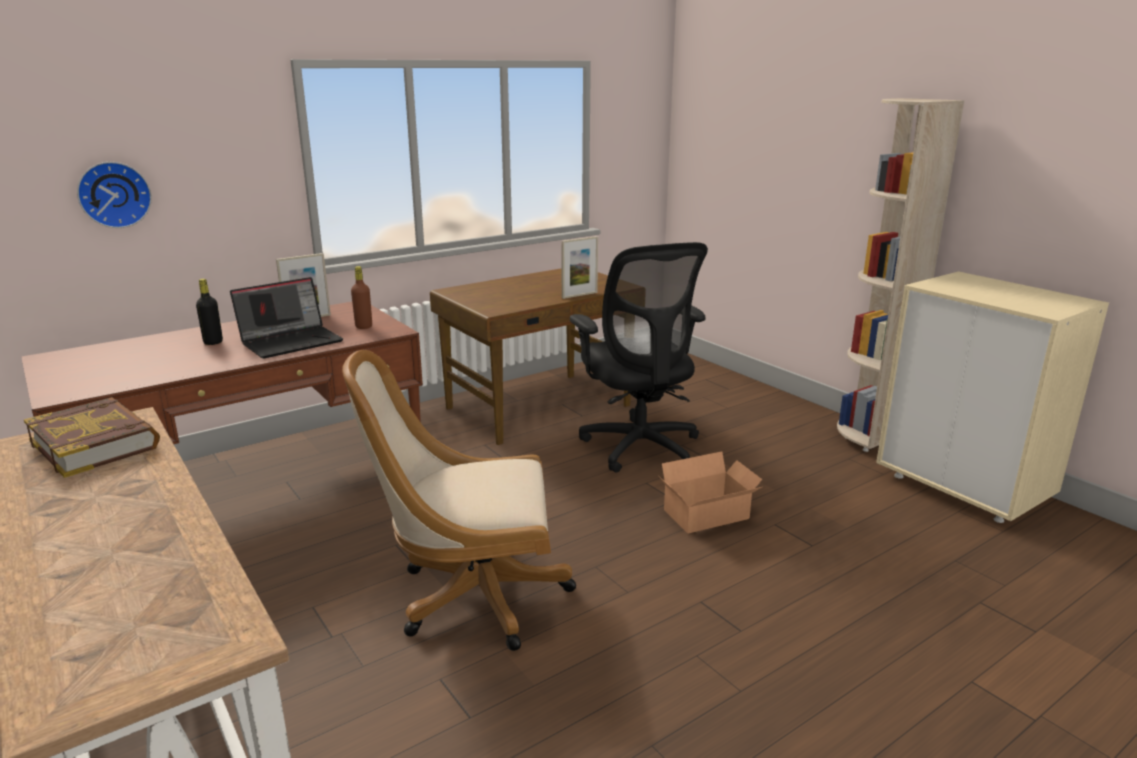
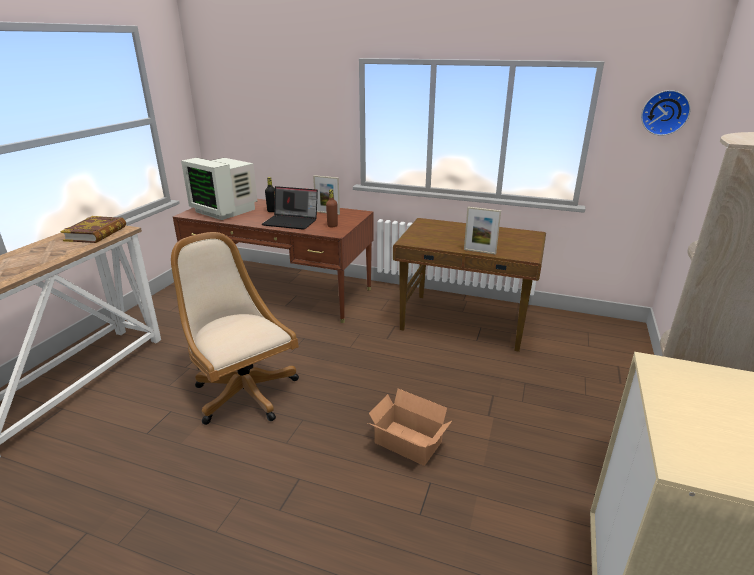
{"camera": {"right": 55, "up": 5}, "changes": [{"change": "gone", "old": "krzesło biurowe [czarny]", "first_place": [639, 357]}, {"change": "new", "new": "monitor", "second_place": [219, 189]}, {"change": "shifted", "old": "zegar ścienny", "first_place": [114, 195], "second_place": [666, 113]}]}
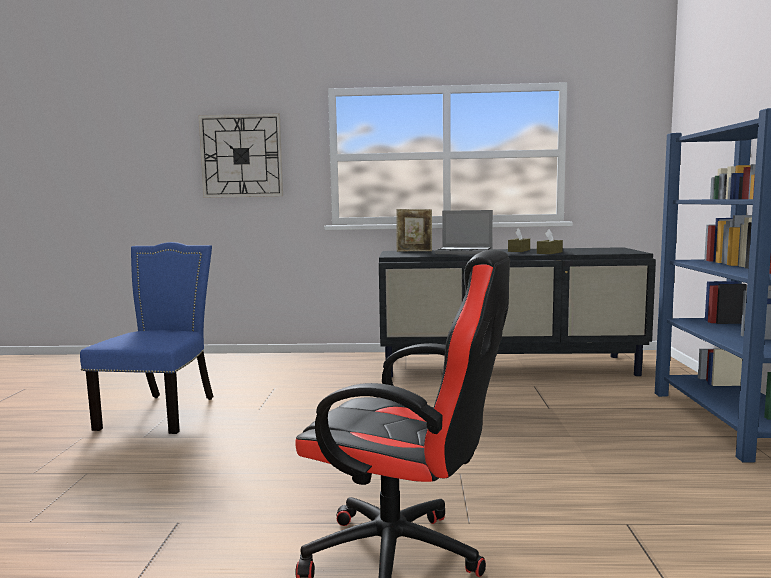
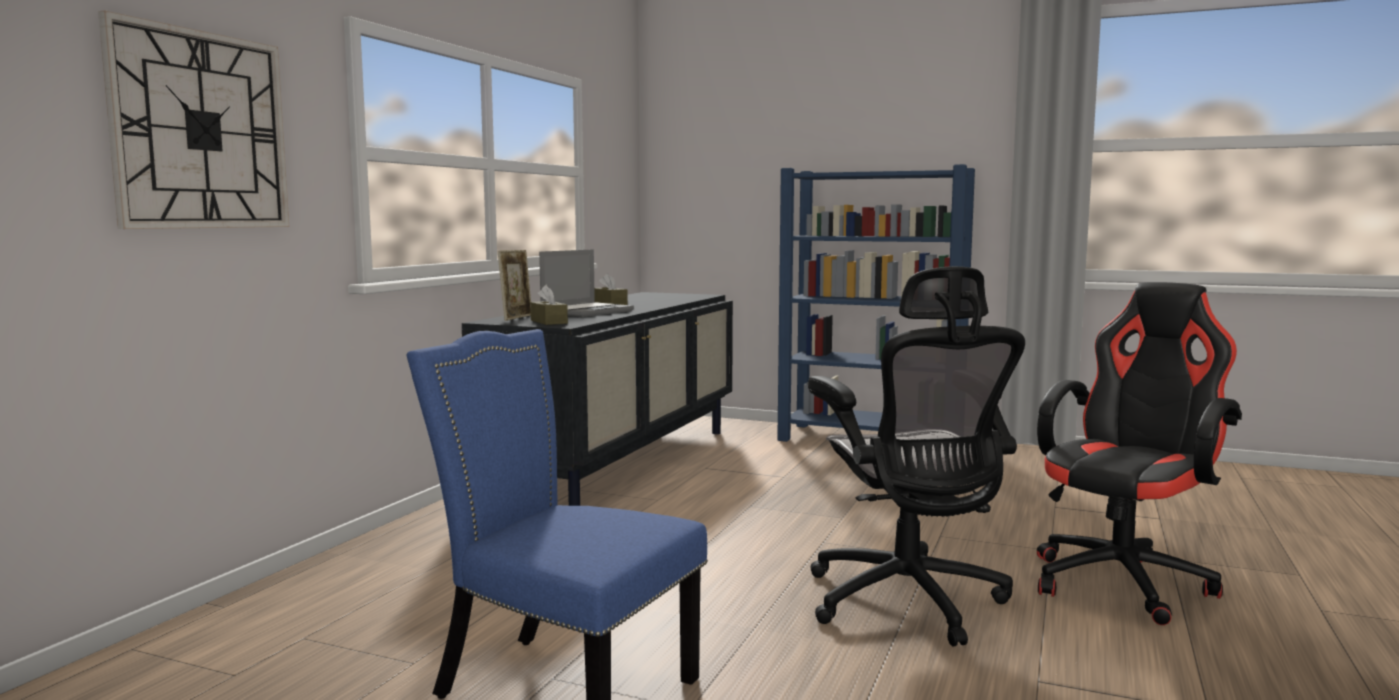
{"camera": {"right": -70, "up": 0}, "changes": [{"change": "new", "new": "krzesło biurowe", "second_place": [916, 456]}, {"change": "shifted", "old": "pudełko chusteczek [brązowy]", "first_place": [550, 241], "second_place": [549, 305]}]}
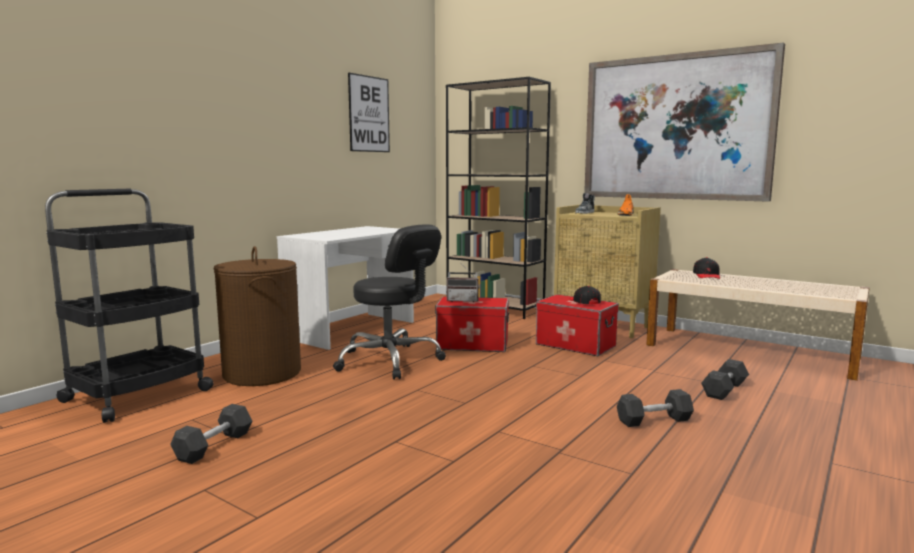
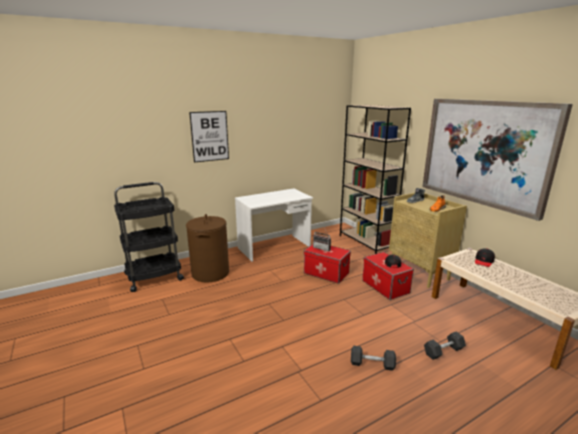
{"camera": {"right": 25, "up": 10}, "changes": [{"change": "gone", "old": "hantel [szary]", "first_place": [211, 434]}, {"change": "gone", "old": "krzesło biurowe [czarny]", "first_place": [389, 301]}, {"change": "shifted", "old": "obraz", "first_place": [369, 112], "second_place": [209, 137]}]}
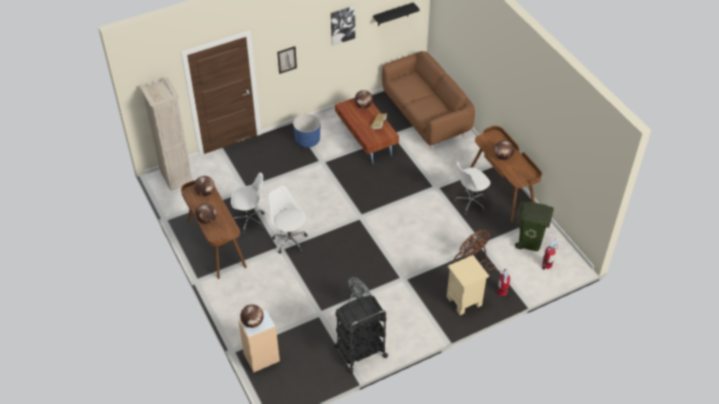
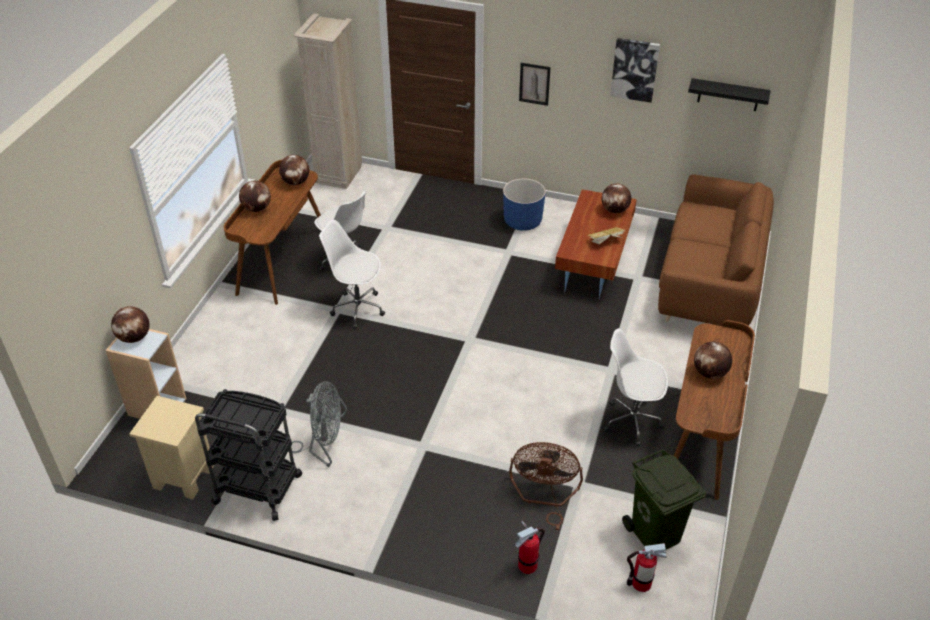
{"camera": {"right": 45, "up": -5}, "changes": [{"change": "shifted", "old": "szafka nocna [beżowy]", "first_place": [468, 285], "second_place": [171, 447]}, {"change": "rotated", "old": "krzesło biurowe [biały]", "first_place": [288, 220], "second_place": [352, 274], "degrees": -75}]}
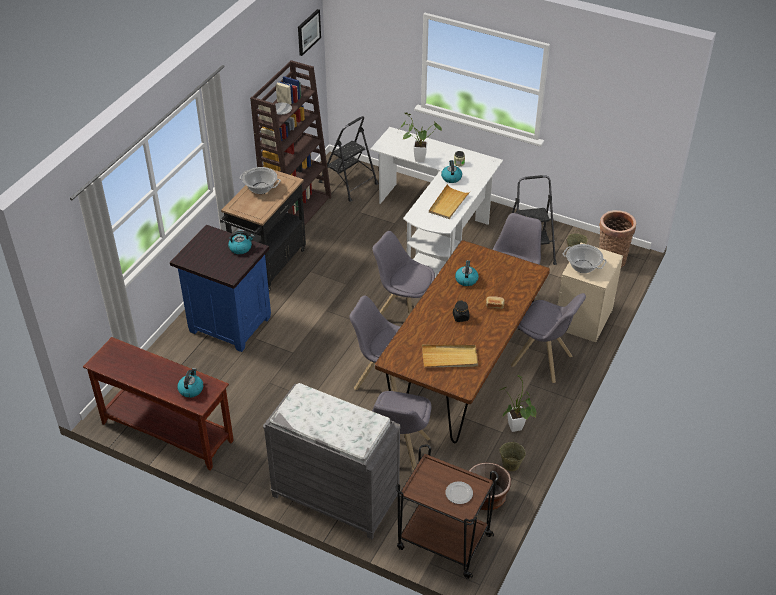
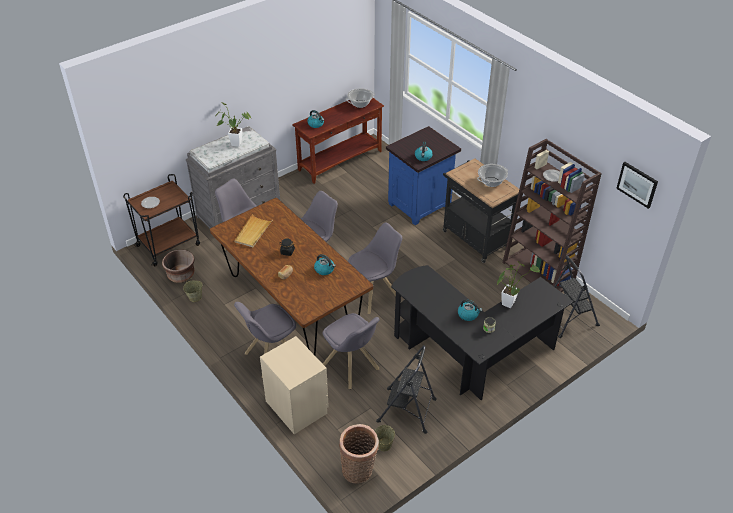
{"camera": {"right": 115, "up": 0}, "changes": [{"change": "gone", "old": "taca [beżowy]", "first_place": [449, 201]}, {"change": "shifted", "old": "roślina doniczkowa", "first_place": [518, 403], "second_place": [233, 124]}, {"change": "shifted", "old": "garnek", "first_place": [585, 258], "second_place": [360, 98]}, {"change": "repainted", "old": "biurko [biały]", "new": "biurko [czarny]", "first_place": [436, 202], "second_place": [482, 332]}]}
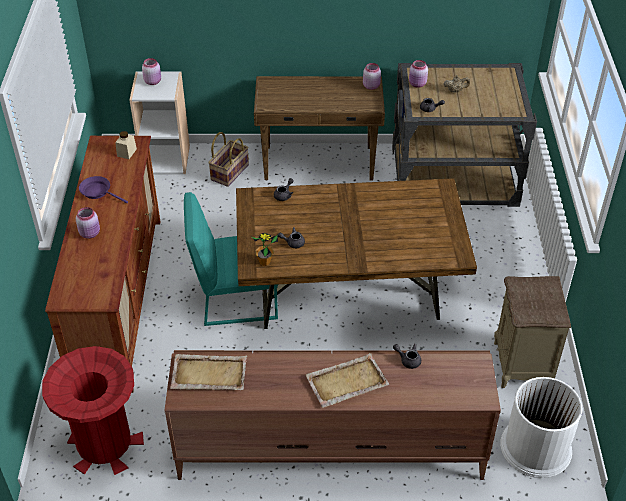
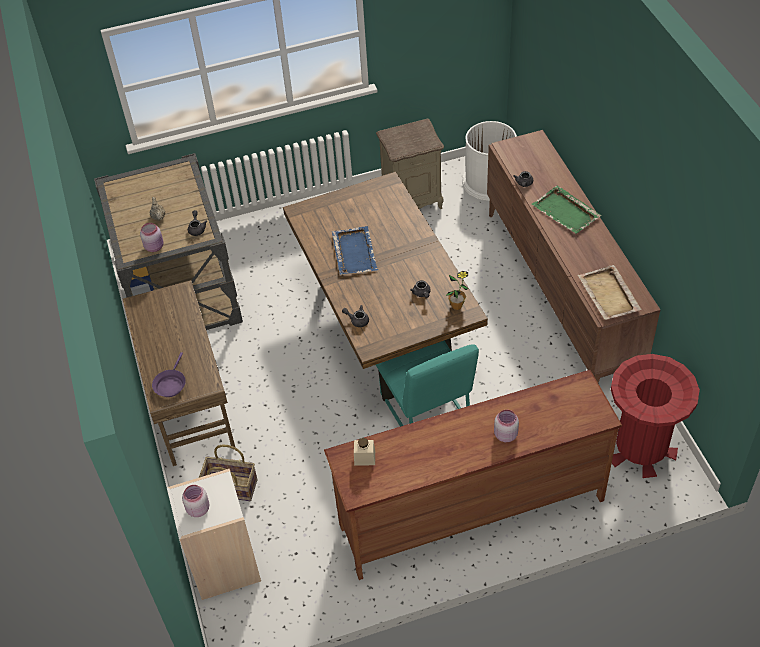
{"camera": {"right": -105, "up": 5}, "changes": [{"change": "gone", "old": "słoik [różowy]", "first_place": [372, 76]}, {"change": "new", "new": "taca [niebieski]", "second_place": [355, 250]}, {"change": "shifted", "old": "patelnia [fioletowy]", "first_place": [103, 189], "second_place": [169, 374]}, {"change": "repainted", "old": "taca [beżowy]", "new": "taca [zielony]", "first_place": [347, 380], "second_place": [566, 210]}]}
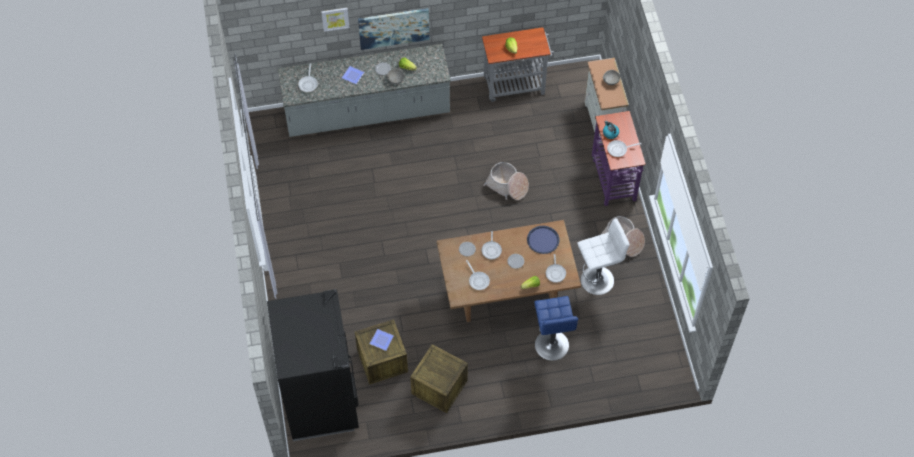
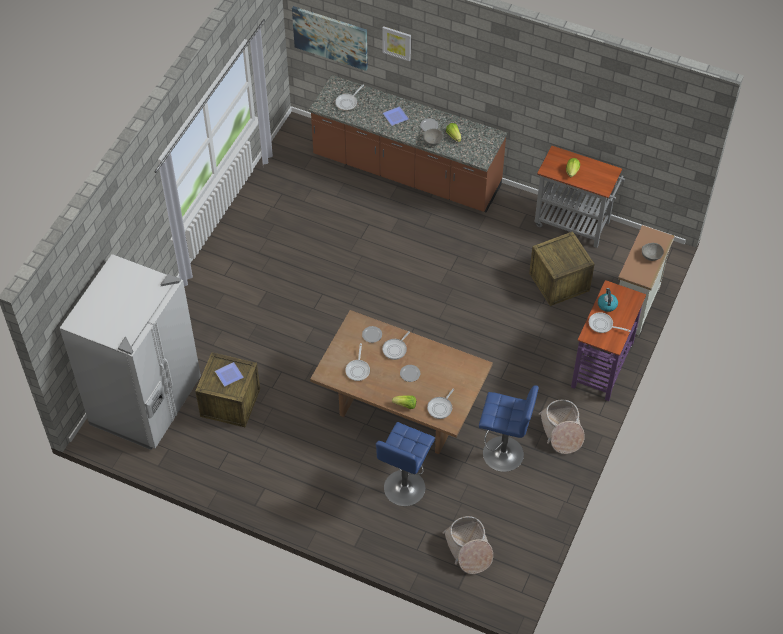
{"camera": {"right": 35, "up": -5}, "changes": [{"change": "gone", "old": "taca [niebieski]", "first_place": [543, 240]}, {"change": "shifted", "old": "obraz", "first_place": [393, 29], "second_place": [330, 38]}, {"change": "shifted", "old": "skrzynka", "first_place": [439, 378], "second_place": [561, 268]}, {"change": "shifted", "old": "koszyk", "first_place": [506, 181], "second_place": [467, 545]}, {"change": "repainted", "old": "lodówka [czarny]", "new": "lodówka [biały]", "first_place": [313, 365], "second_place": [130, 352]}, {"change": "repainted", "old": "zabudowa kuchenna [szary]", "new": "zabudowa kuchenna [brązowy]", "first_place": [364, 90], "second_place": [408, 143]}, {"change": "repainted", "old": "stołek [biały]", "new": "stołek [niebieski]", "first_place": [603, 256], "second_place": [509, 428]}]}
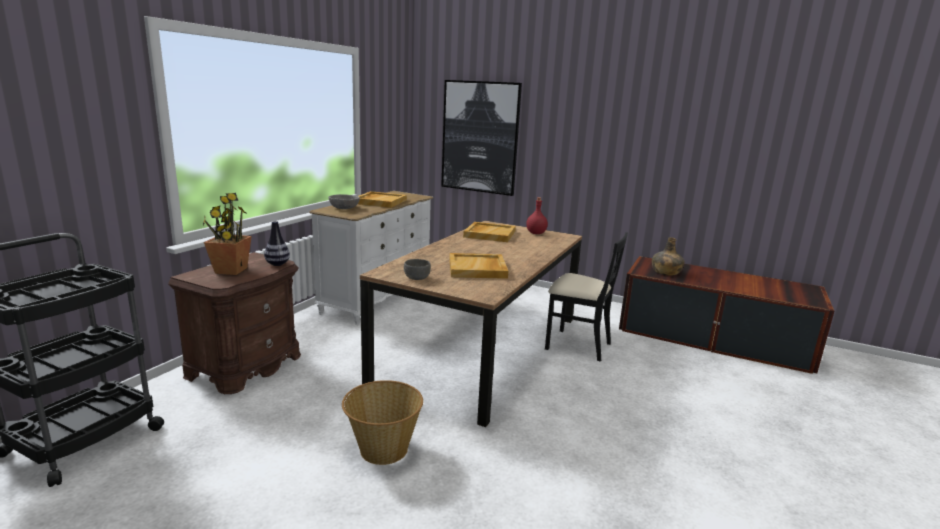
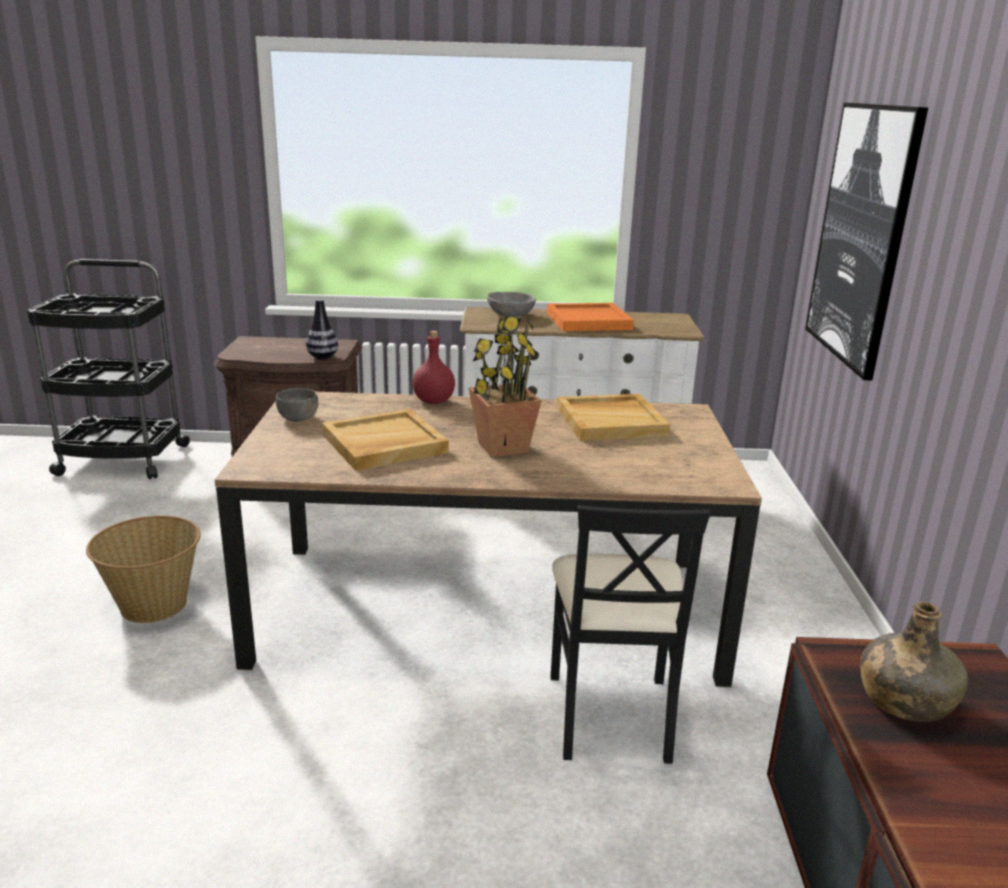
{"camera": {"right": 65, "up": 5}, "changes": [{"change": "shifted", "old": "roślina doniczkowa", "first_place": [227, 234], "second_place": [505, 386]}, {"change": "shifted", "old": "butelka [czerwony]", "first_place": [537, 215], "second_place": [434, 367]}, {"change": "repainted", "old": "taca [beżowy]", "new": "taca [pomarańczowy]", "first_place": [382, 199], "second_place": [590, 317]}]}
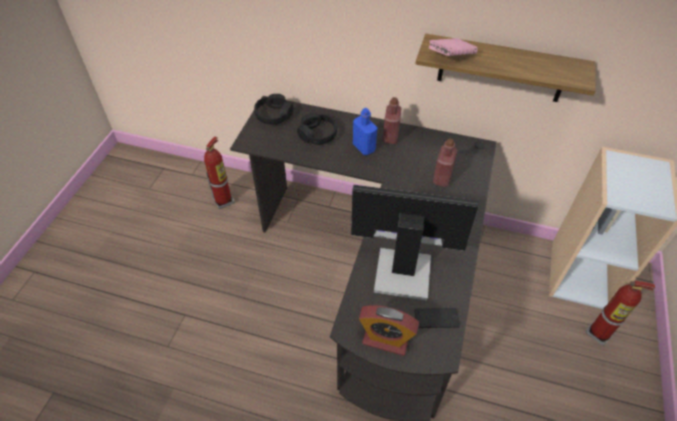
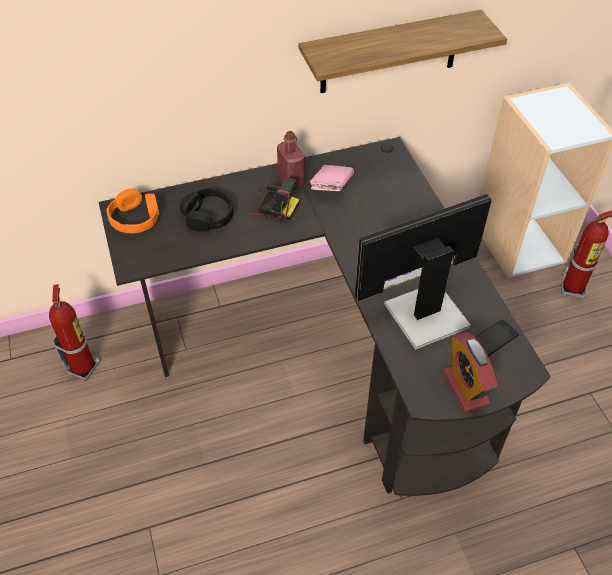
{"camera": {"right": -35, "up": 0}, "changes": [{"change": "gone", "old": "butelka [czerwony]", "first_place": [445, 162]}, {"change": "shifted", "old": "książka [różowy]", "first_place": [453, 47], "second_place": [332, 178]}, {"change": "swapped", "old": "butelka [niebieski]", "new": "aparat fotograficzny", "first_place": [365, 131], "second_place": [274, 199]}, {"change": "repainted", "old": "słuchawki [czarny]", "new": "słuchawki [pomarańczowy]", "first_place": [273, 109], "second_place": [133, 211]}, {"change": "rotated", "old": "budzik", "first_place": [389, 330], "second_place": [470, 372], "degrees": 90}]}
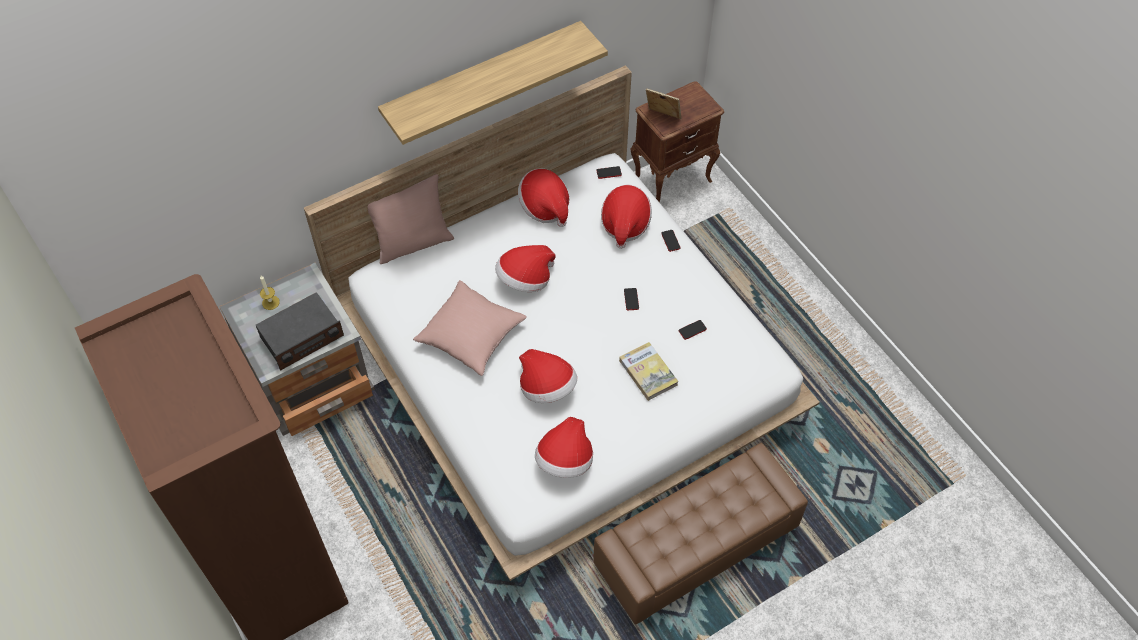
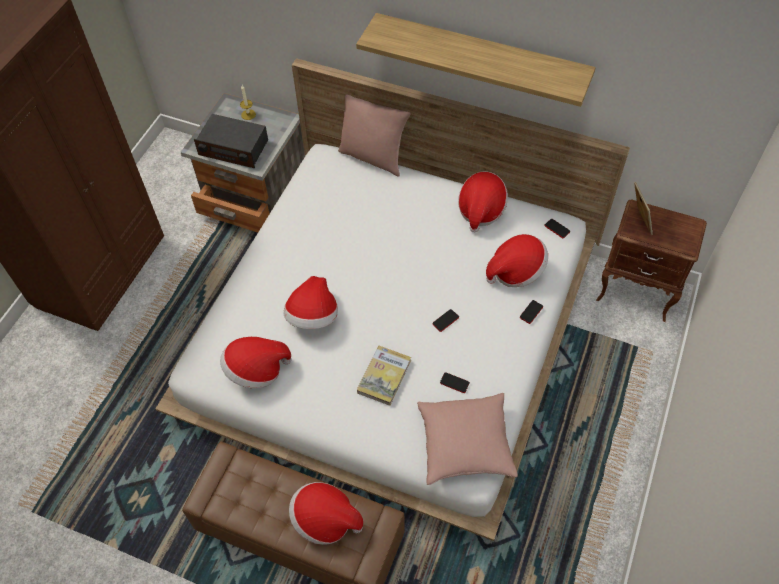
{"camera": {"right": 55, "up": 0}, "changes": [{"change": "shifted", "old": "poduszka [różowy]", "first_place": [470, 328], "second_place": [467, 439]}, {"change": "shifted", "old": "kapelusz", "first_place": [525, 268], "second_place": [326, 513]}]}
